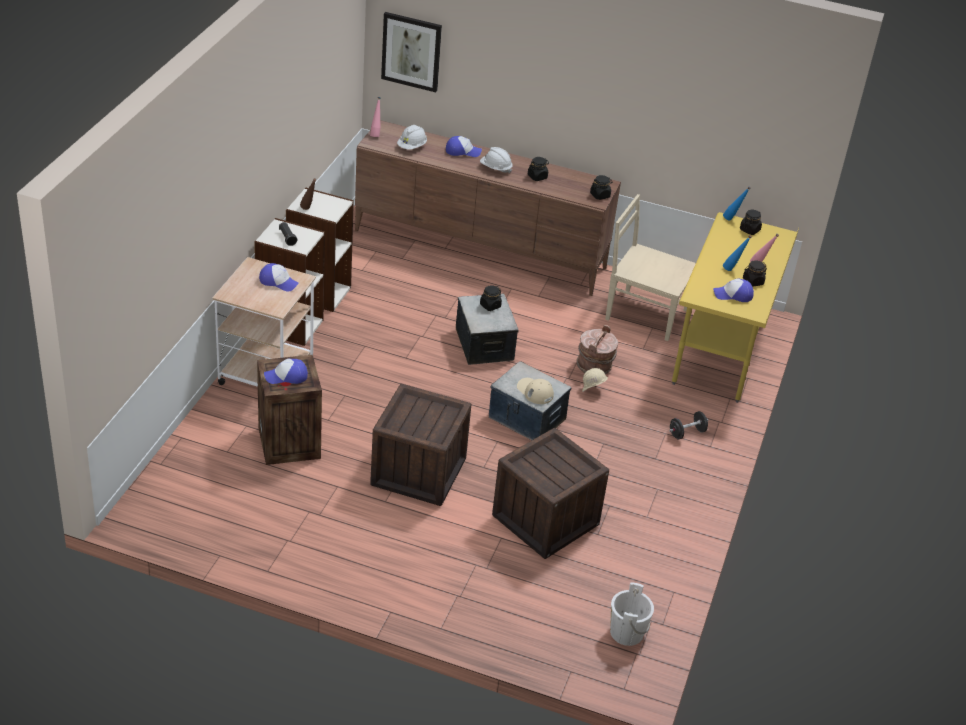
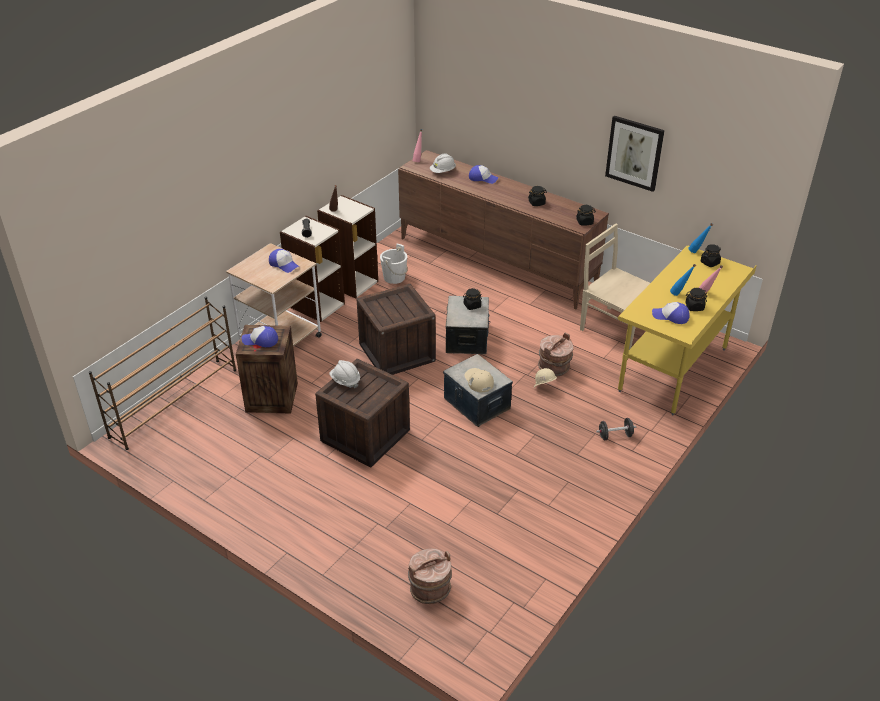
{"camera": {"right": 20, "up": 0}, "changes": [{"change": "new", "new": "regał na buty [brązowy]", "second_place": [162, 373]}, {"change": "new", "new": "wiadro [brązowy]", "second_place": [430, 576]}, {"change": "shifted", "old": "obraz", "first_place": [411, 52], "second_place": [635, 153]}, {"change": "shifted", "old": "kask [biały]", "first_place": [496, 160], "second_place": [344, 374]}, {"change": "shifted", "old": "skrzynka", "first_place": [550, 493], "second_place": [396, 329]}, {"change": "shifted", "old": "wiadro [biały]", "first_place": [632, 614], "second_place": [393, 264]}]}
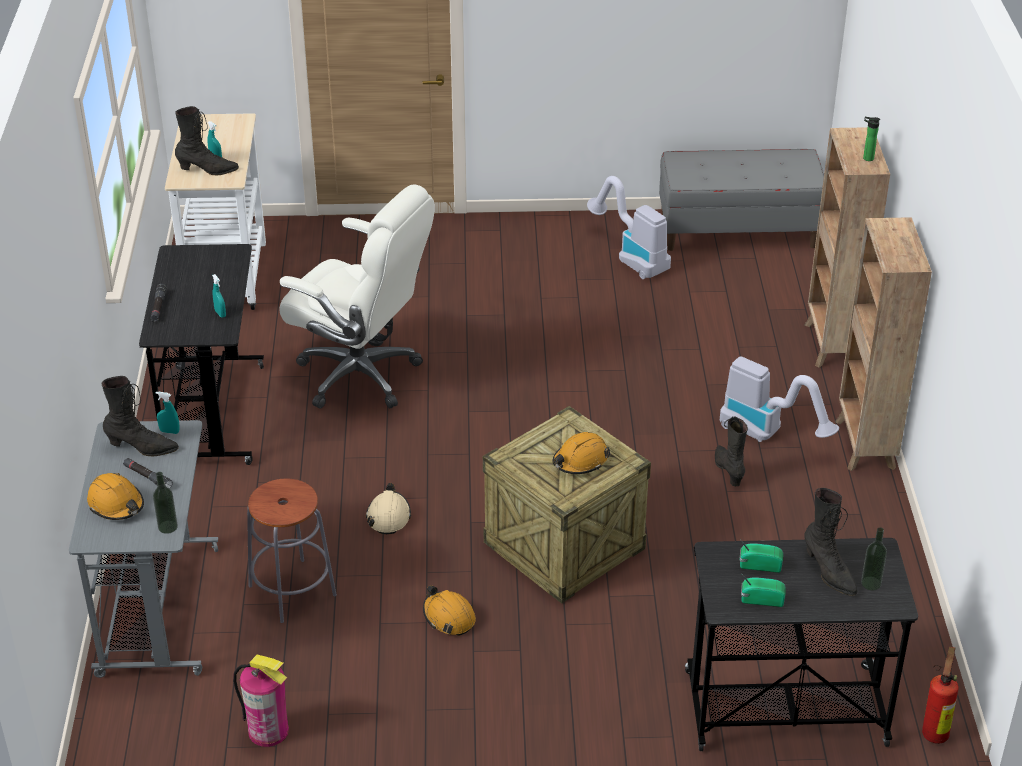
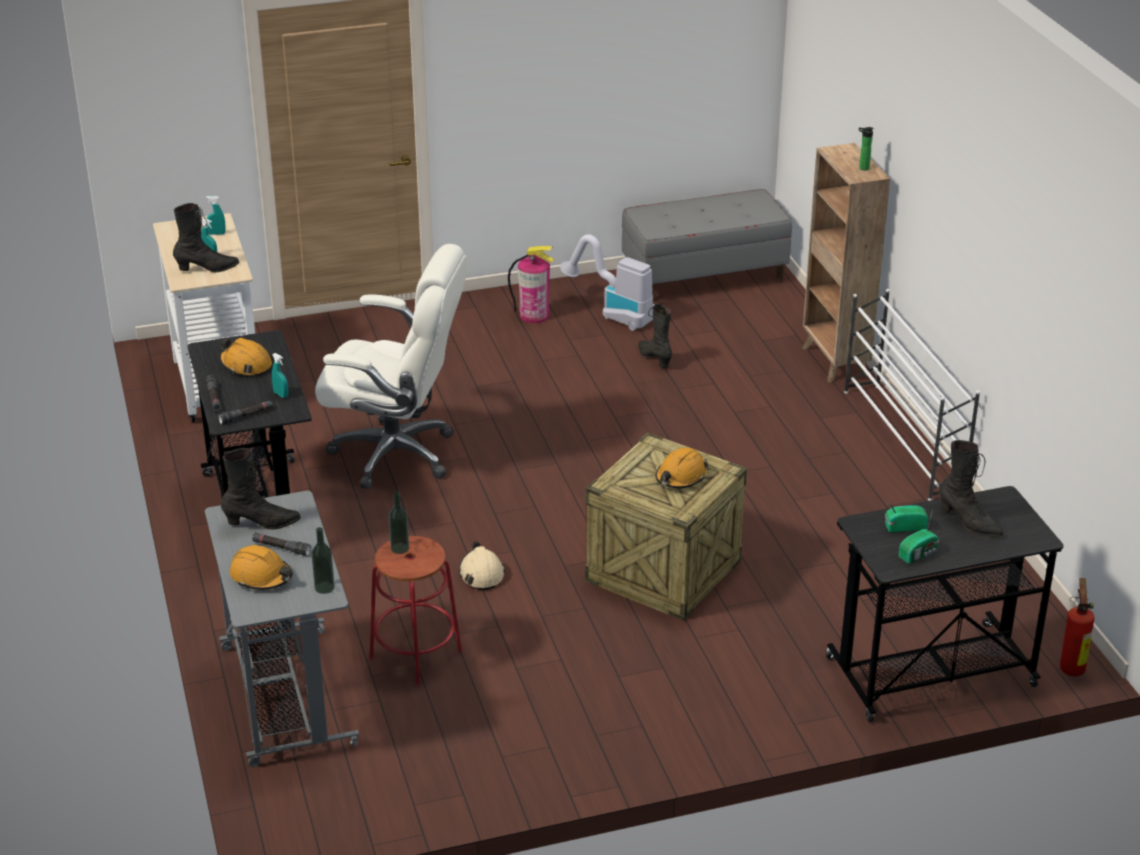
{"camera": {"right": -15, "up": -5}, "changes": [{"change": "gone", "old": "odkurzacz", "first_place": [779, 399]}, {"change": "new", "new": "latarka [czarny]", "second_place": [245, 412]}, {"change": "shifted", "old": "spryskiwacz [turkusowy]", "first_place": [168, 413], "second_place": [216, 215]}, {"change": "shifted", "old": "gaśnica", "first_place": [261, 701], "second_place": [531, 284]}, {"change": "shifted", "old": "kask [pomarańczowy]", "first_place": [449, 610], "second_place": [246, 357]}, {"change": "shifted", "old": "but z cholewką [czarny]", "first_place": [731, 451], "second_place": [655, 335]}, {"change": "shifted", "old": "butelka", "first_place": [874, 558], "second_place": [399, 522]}, {"change": "swapped", "old": "regał [brązowy]", "new": "regał na buty [biały]", "first_place": [883, 344], "second_place": [912, 395]}, {"change": "repainted", "old": "stołek [szary]", "new": "stołek [czerwony]", "first_place": [292, 551], "second_place": [416, 610]}, {"change": "rotated", "old": "radio", "first_place": [763, 590], "second_place": [919, 536], "degrees": 150}]}
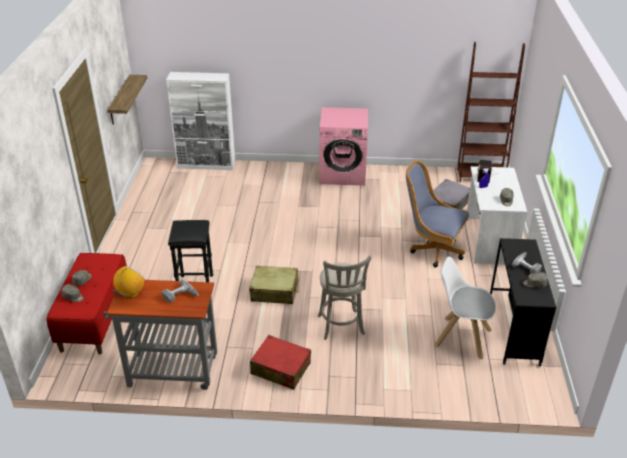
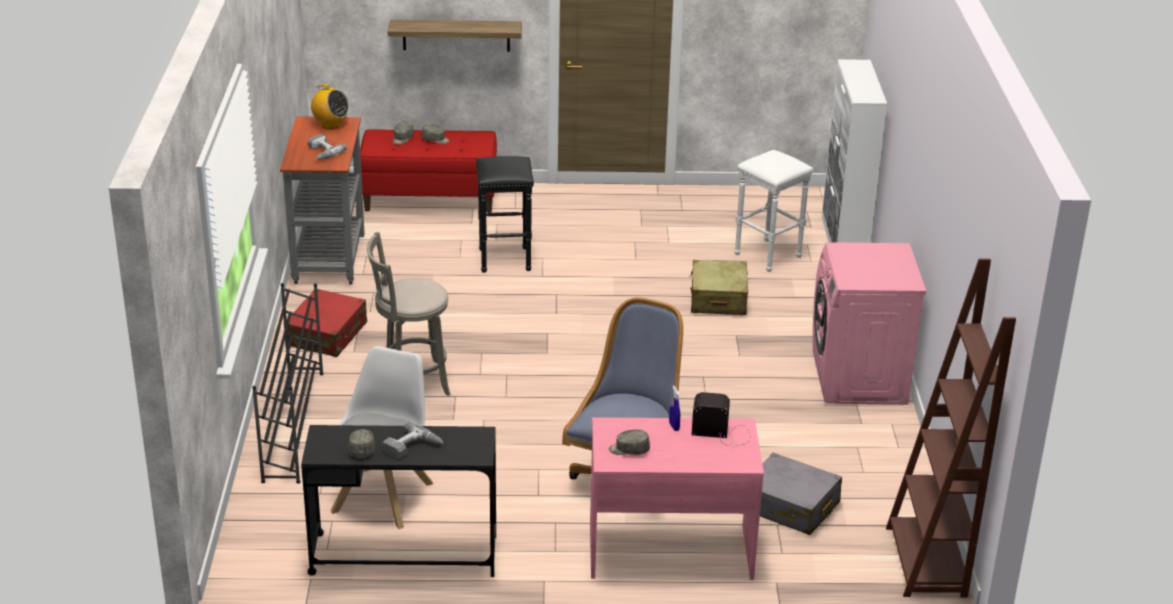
{"camera": {"right": 85, "up": -5}, "changes": [{"change": "new", "new": "regał na buty [czarny]", "second_place": [287, 383]}, {"change": "new", "new": "stołek [biały]", "second_place": [774, 211]}, {"change": "shifted", "old": "półka", "first_place": [127, 99], "second_place": [454, 35]}, {"change": "shifted", "old": "walizka [beżowy]", "first_place": [274, 285], "second_place": [719, 287]}, {"change": "repainted", "old": "biurko [biały]", "new": "biurko [różowy]", "first_place": [497, 215], "second_place": [677, 498]}]}
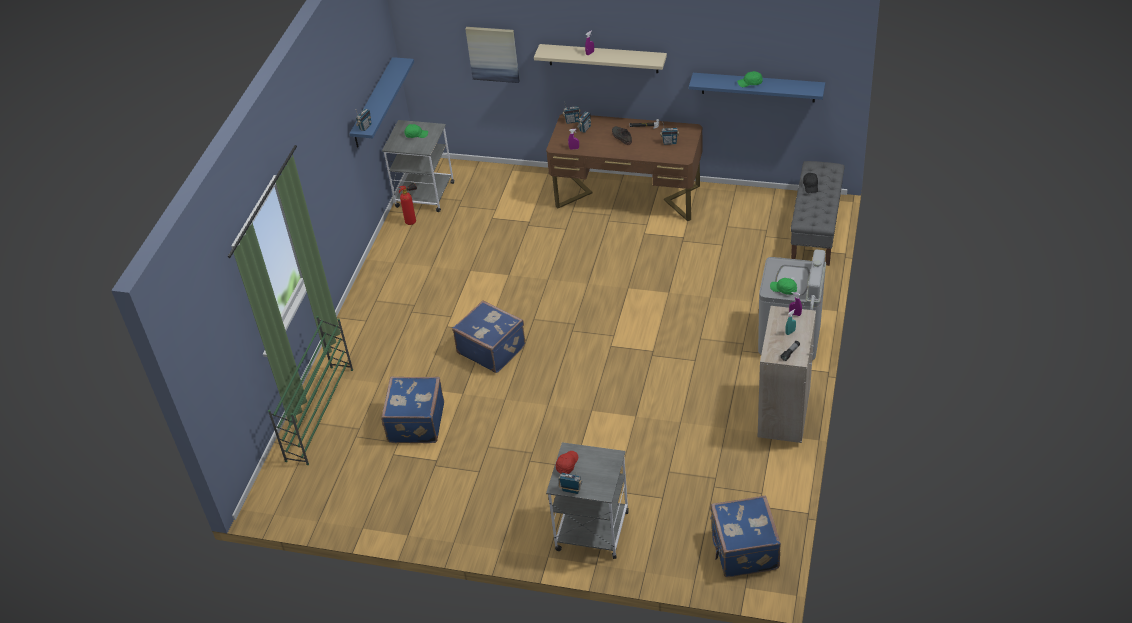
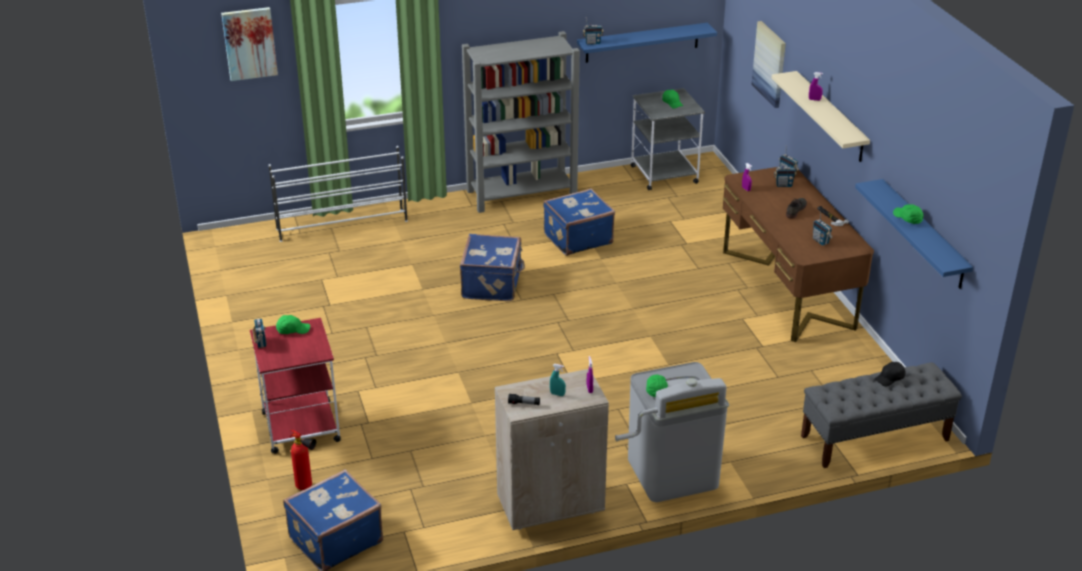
{"camera": {"right": 55, "up": -10}, "changes": [{"change": "new", "new": "obraz", "second_place": [249, 44]}, {"change": "new", "new": "regał [szary]", "second_place": [521, 122]}, {"change": "shifted", "old": "walizka [niebieski]", "first_place": [412, 410], "second_place": [579, 222]}, {"change": "shifted", "old": "gaśnica", "first_place": [408, 203], "second_place": [303, 460]}, {"change": "repainted", "old": "regał na buty [zielony]", "new": "regał na buty [biały]", "first_place": [310, 390], "second_place": [338, 194]}, {"change": "repainted", "old": "wózek [szary]", "new": "wózek [czerwony]", "first_place": [587, 500], "second_place": [295, 386]}, {"change": "repainted", "old": "czapka z daszkiem [czerwony]", "new": "czapka z daszkiem [zielony]", "first_place": [567, 462], "second_place": [293, 324]}]}
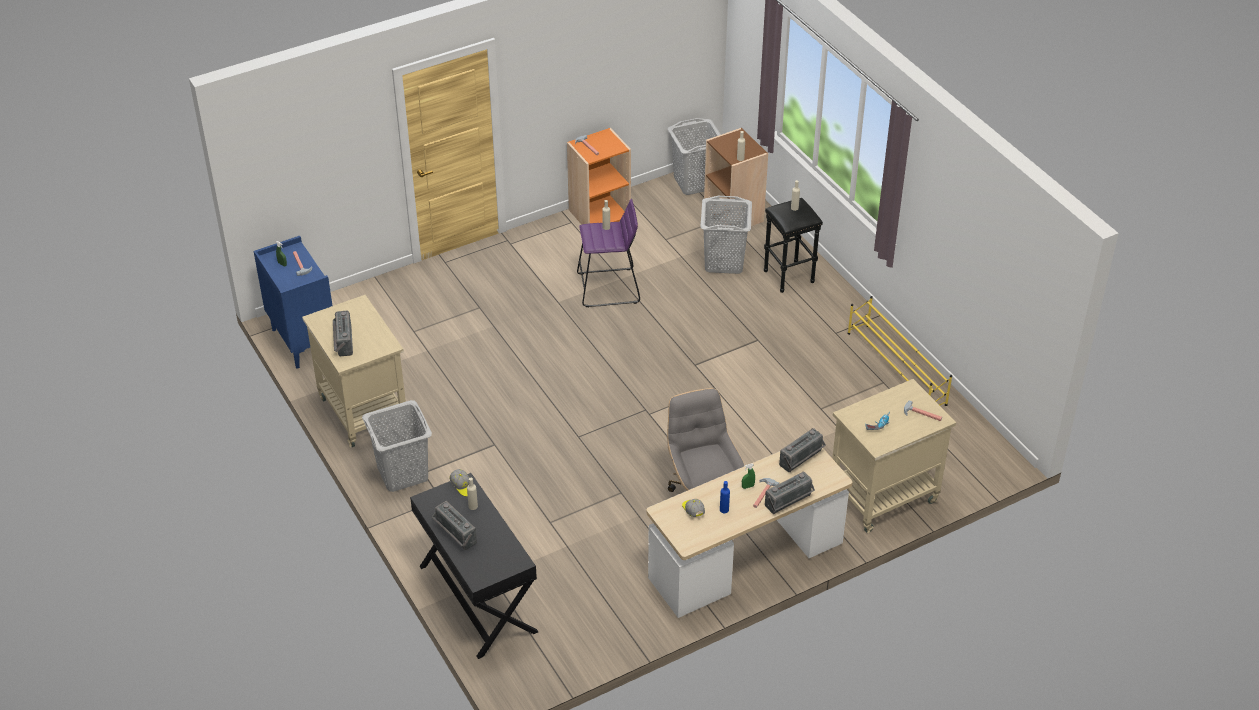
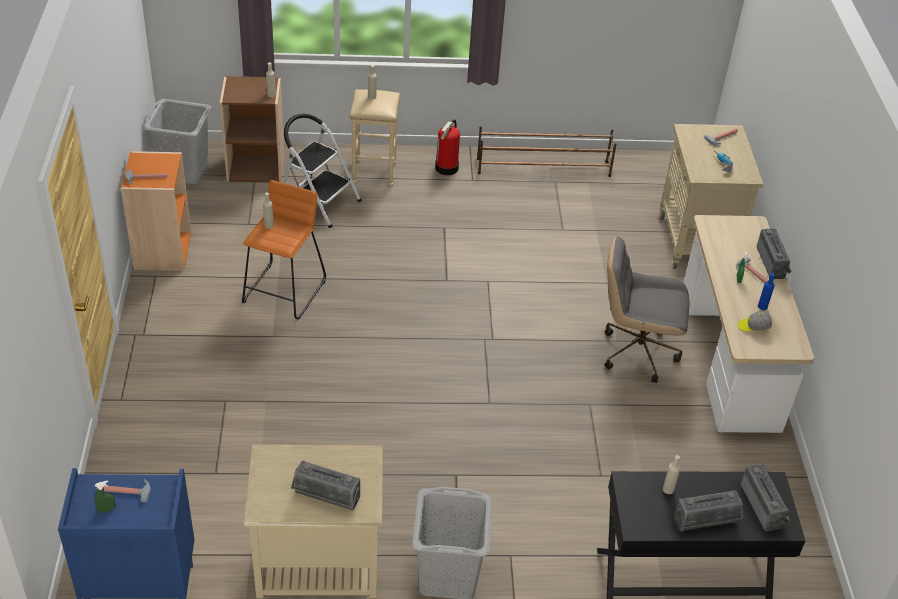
{"camera": {"right": -65, "up": 0}, "changes": [{"change": "gone", "old": "czapka z daszkiem", "first_place": [459, 482]}, {"change": "new", "new": "gaśnica", "second_place": [447, 147]}, {"change": "shifted", "old": "radio", "first_place": [802, 450], "second_place": [765, 497]}, {"change": "swapped", "old": "kosz na pranie [szary]", "new": "drabinka", "first_place": [726, 235], "second_place": [322, 171]}, {"change": "repainted", "old": "stołek [fioletowy]", "new": "stołek [pomarańczowy]", "first_place": [608, 253], "second_place": [284, 249]}, {"change": "repainted", "old": "stołek [czarny]", "new": "stołek [beżowy]", "first_place": [793, 245], "second_place": [375, 138]}, {"change": "repainted", "old": "regał na buty [żółty]", "new": "regał na buty [brązowy]", "first_place": [900, 351], "second_place": [546, 151]}]}
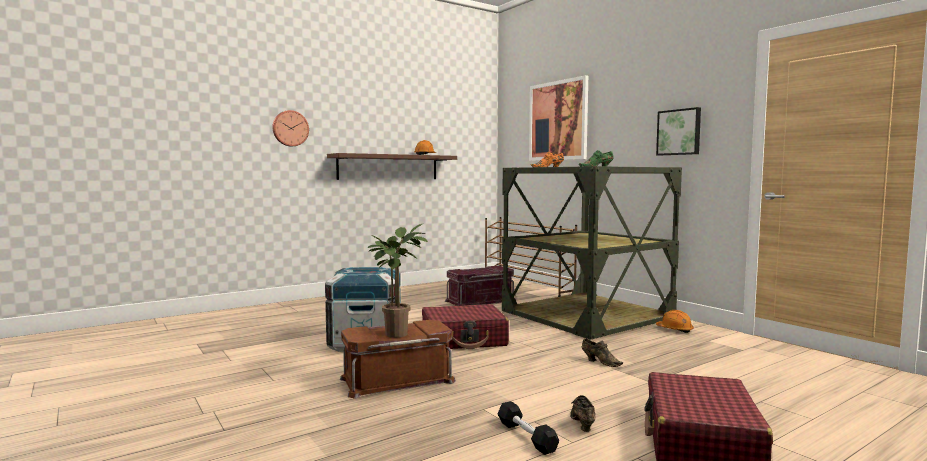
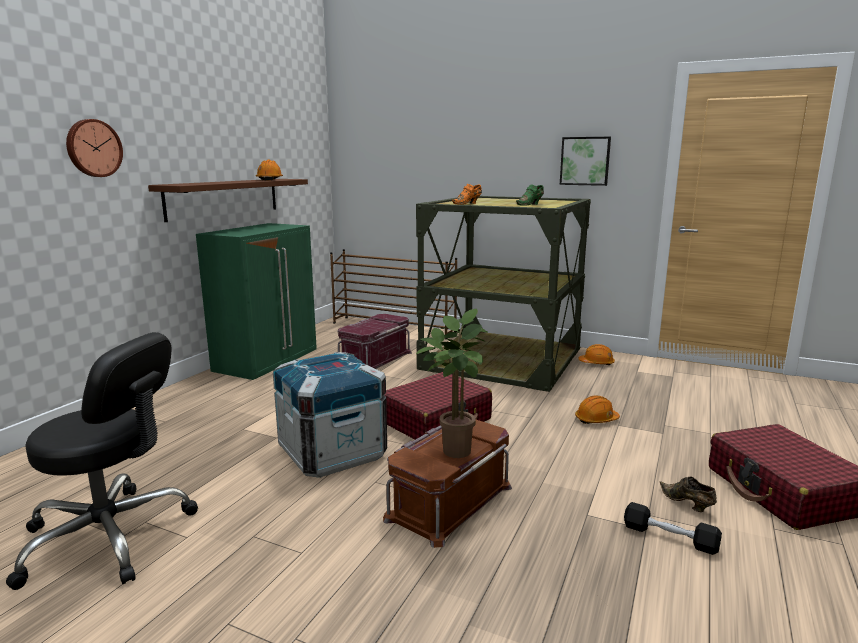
{"camera": {"right": -30, "up": 10}, "changes": [{"change": "gone", "old": "obraz", "first_place": [558, 118]}, {"change": "new", "new": "krzesło biurowe [czarny]", "second_place": [102, 461]}, {"change": "new", "new": "szafka [zielony]", "second_place": [256, 301]}, {"change": "swapped", "old": "but [brązowy]", "new": "kask [pomarańczowy]", "first_place": [602, 352], "second_place": [597, 409]}]}
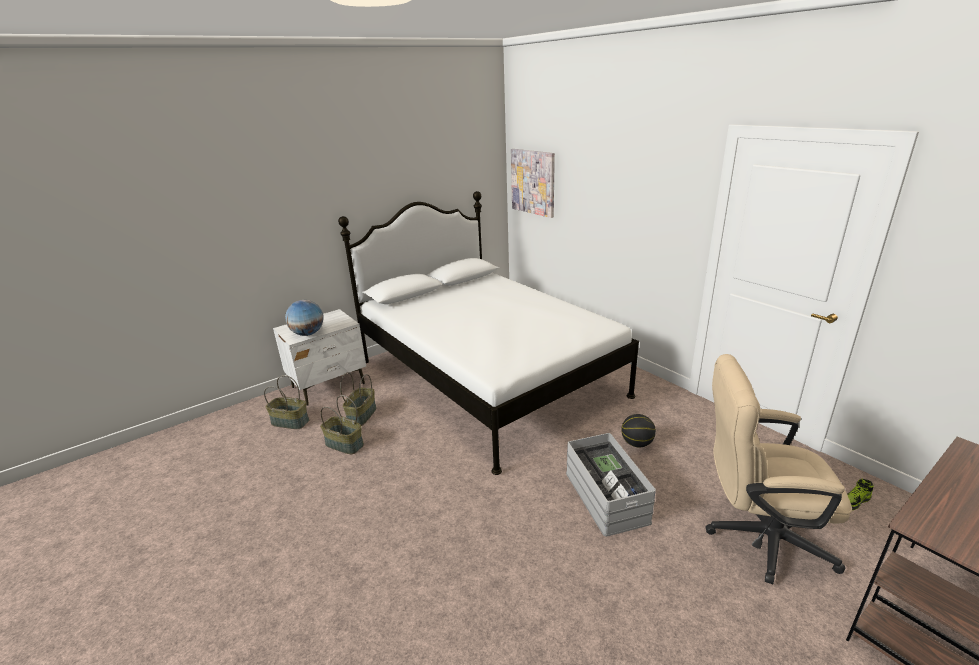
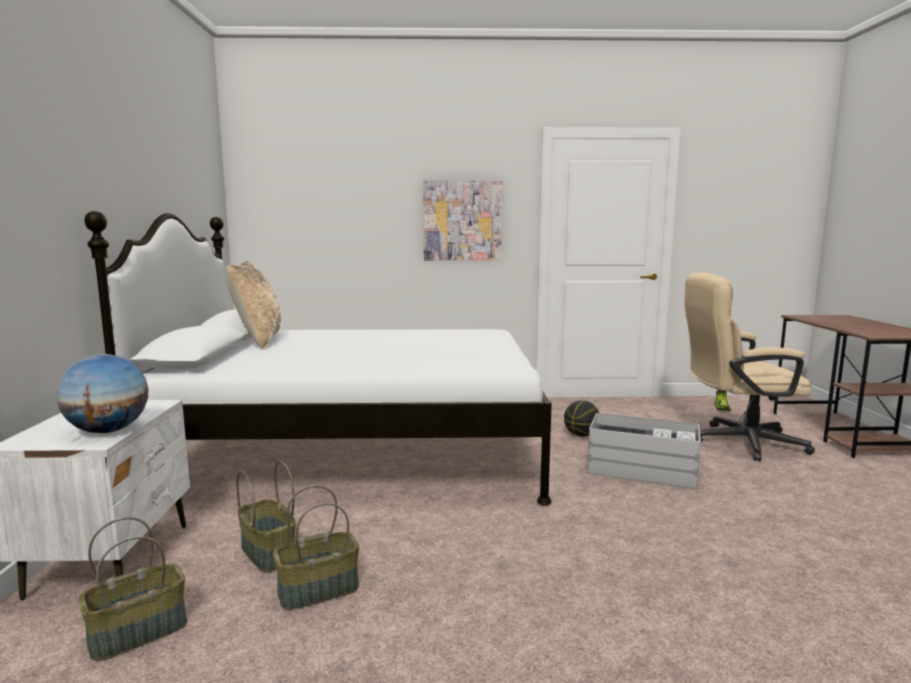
{"camera": {"right": -55, "up": -15}, "changes": [{"change": "new", "new": "poduszka [beżowy]", "second_place": [254, 304]}, {"change": "shifted", "old": "obraz", "first_place": [533, 183], "second_place": [462, 220]}, {"change": "rotated", "old": "krzesło biurowe [beżowy]", "first_place": [778, 469], "second_place": [749, 367], "degrees": 45}]}
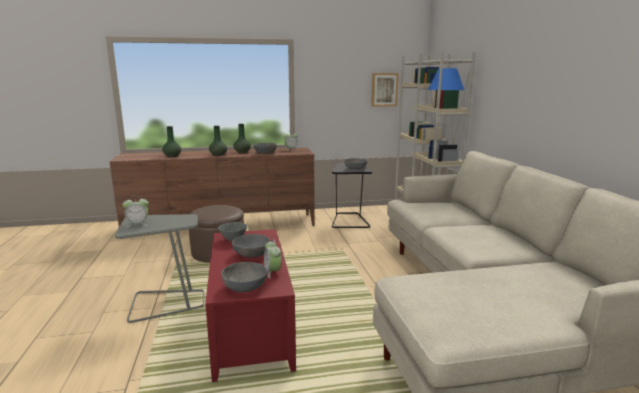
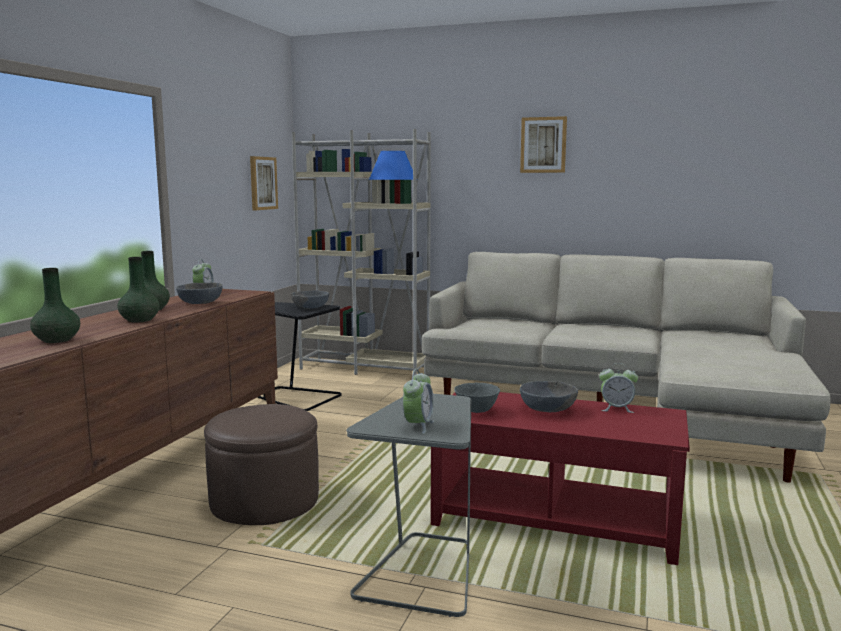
{"camera": {"right": -60, "up": -5}, "changes": [{"change": "gone", "old": "miska [szary]", "first_place": [244, 277]}, {"change": "new", "new": "obraz", "second_place": [543, 144]}]}
